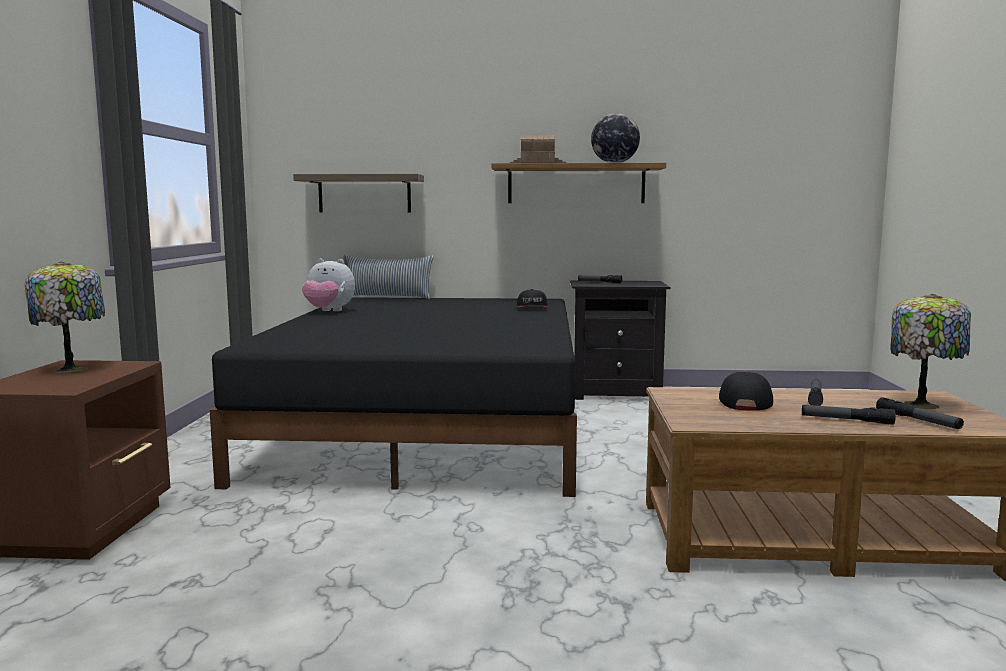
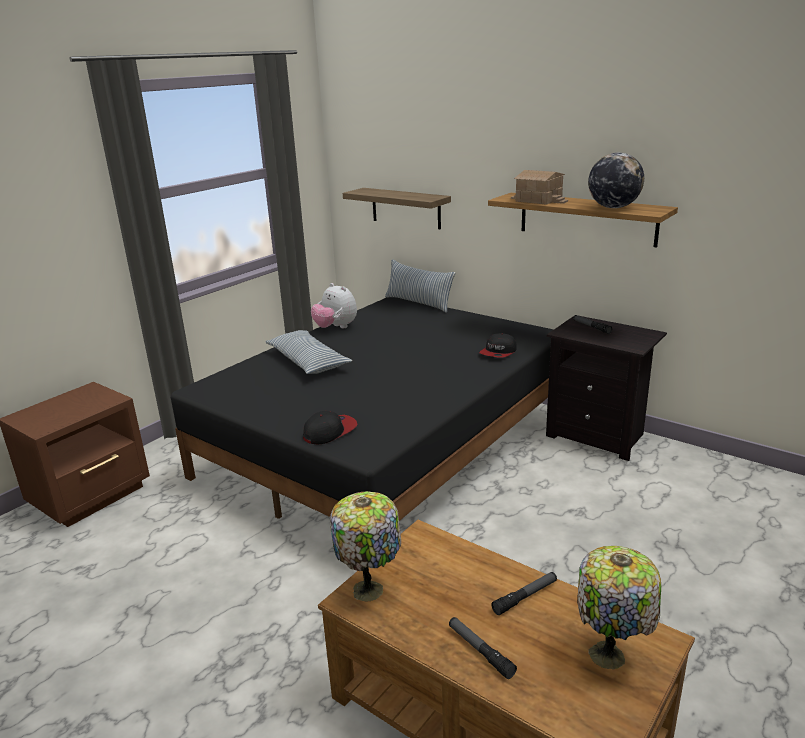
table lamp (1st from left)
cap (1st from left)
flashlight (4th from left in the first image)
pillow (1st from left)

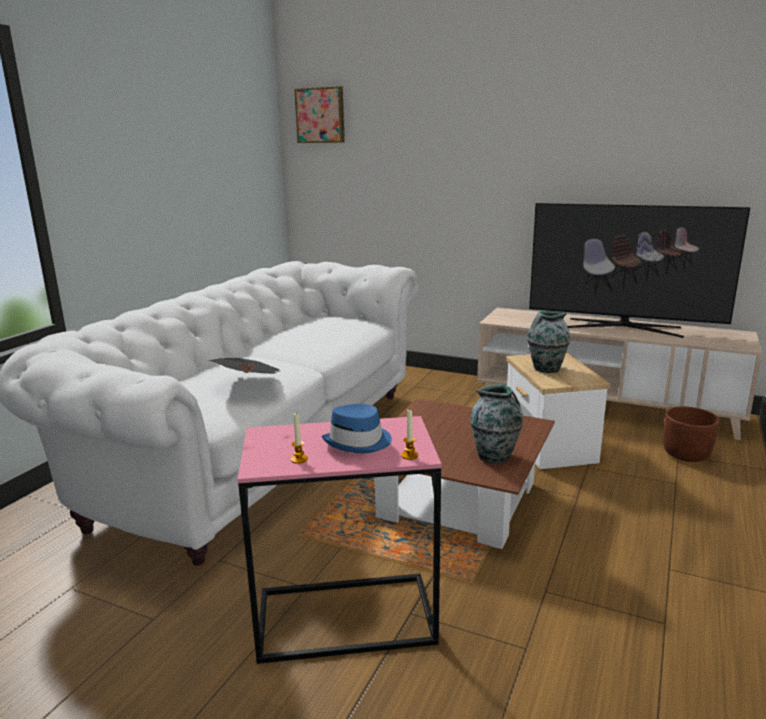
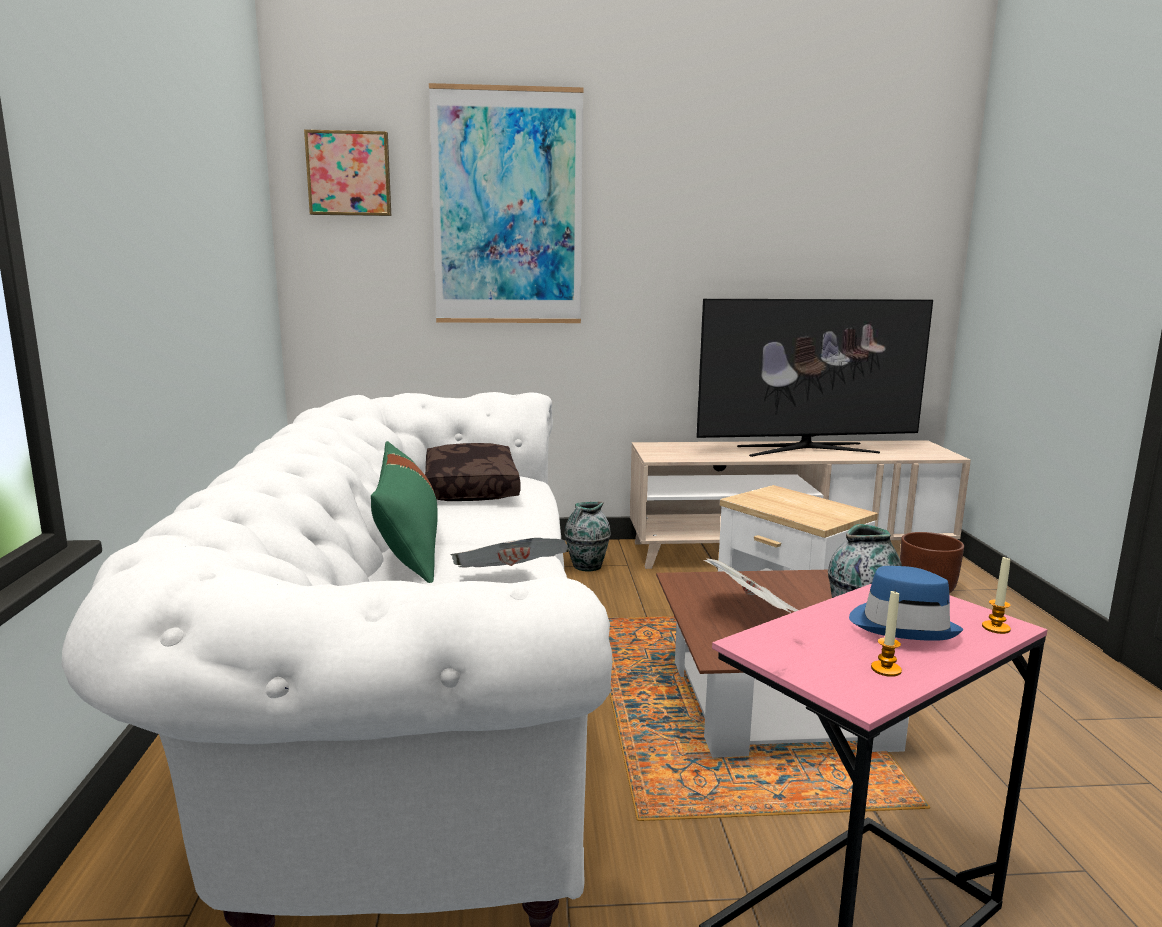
vase (1st from left)
picture (2nd from left)
pillow (green)
pillow (brown)
newspaper (2nd from left)

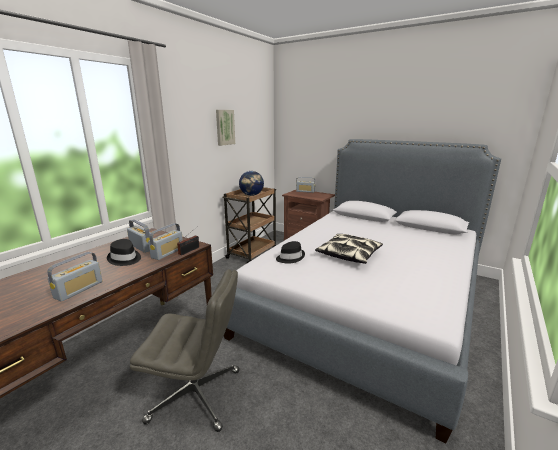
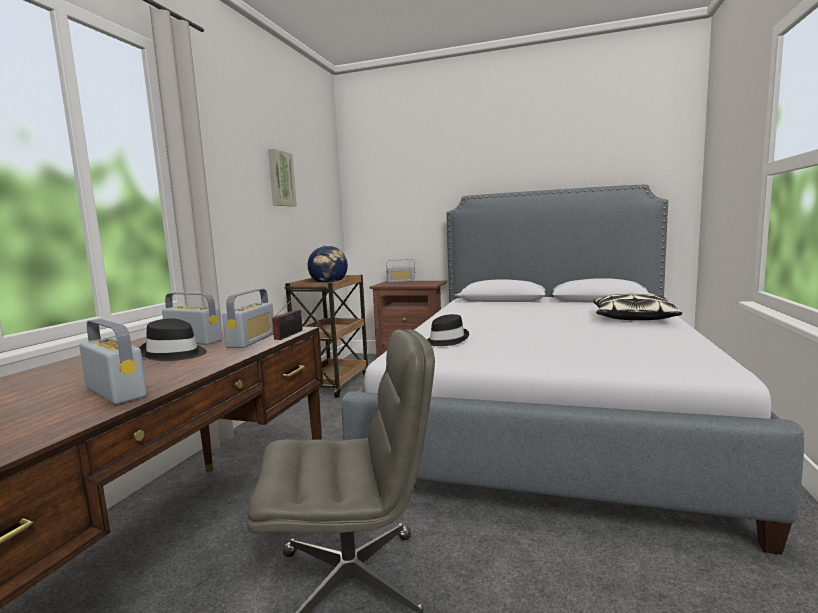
pillow
radio (1st from left)

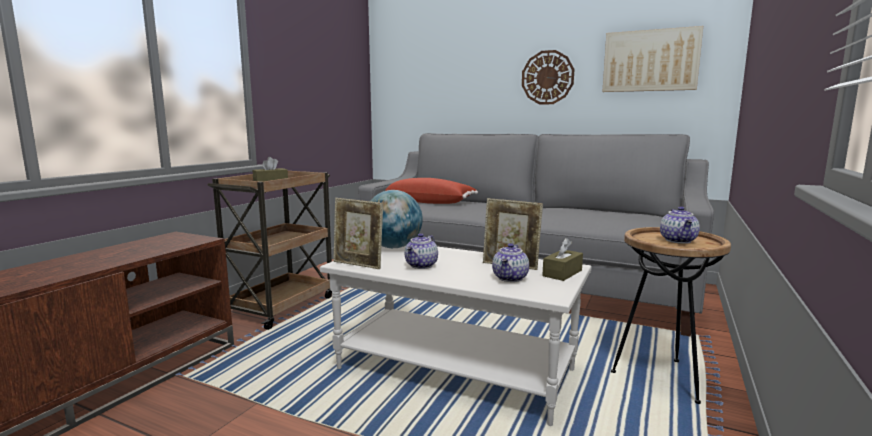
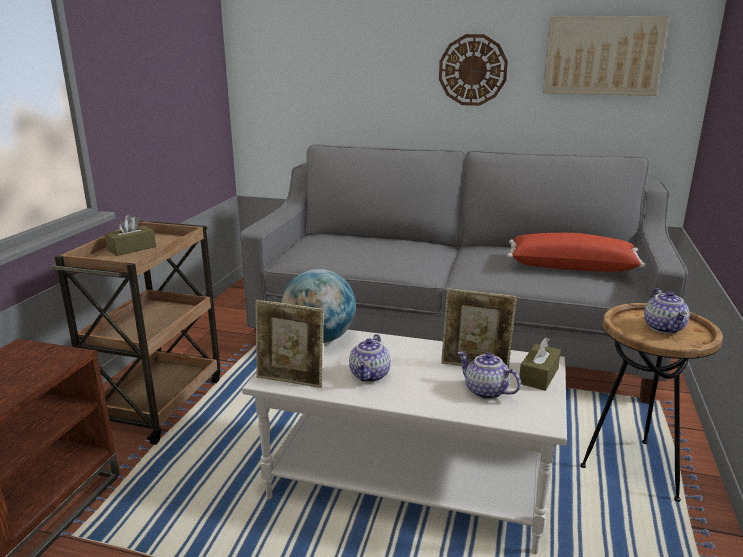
pillow (red)
teapot (2nd from left)

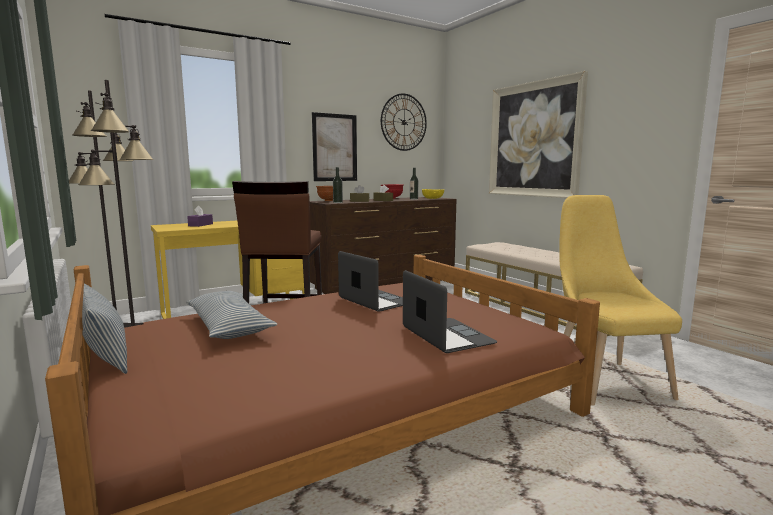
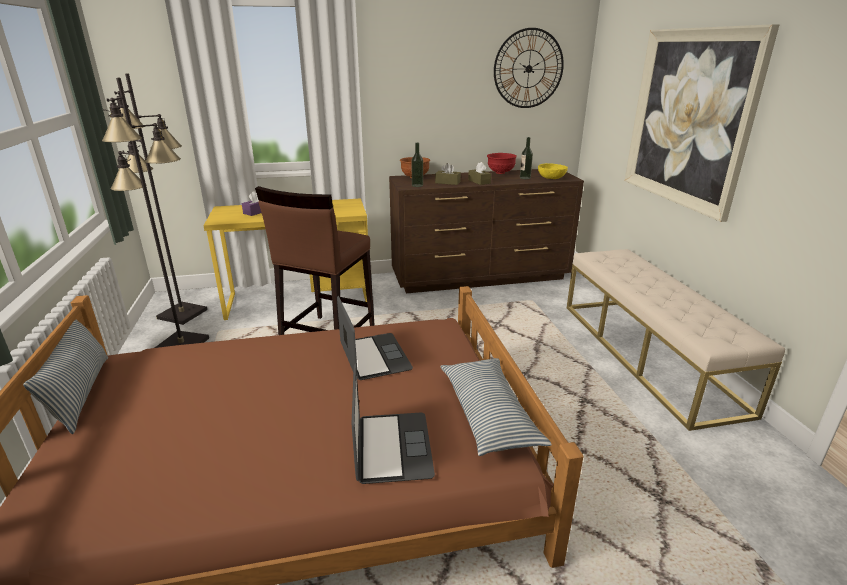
picture (1st from left in the first image)
chair (yellow)
pillow (2nd from left)

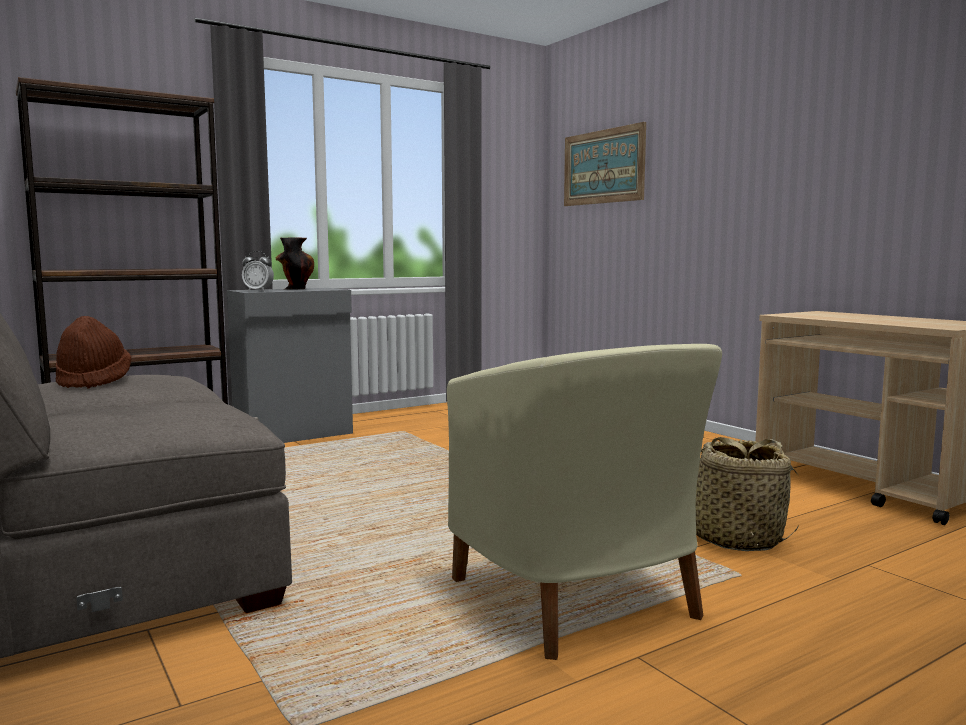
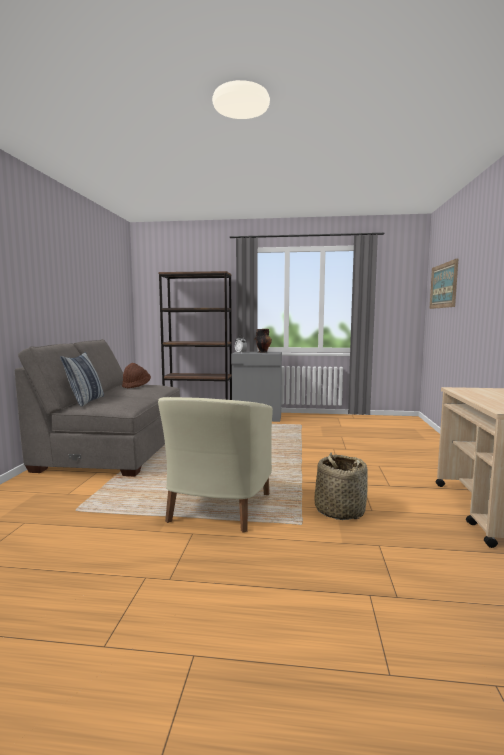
pillow

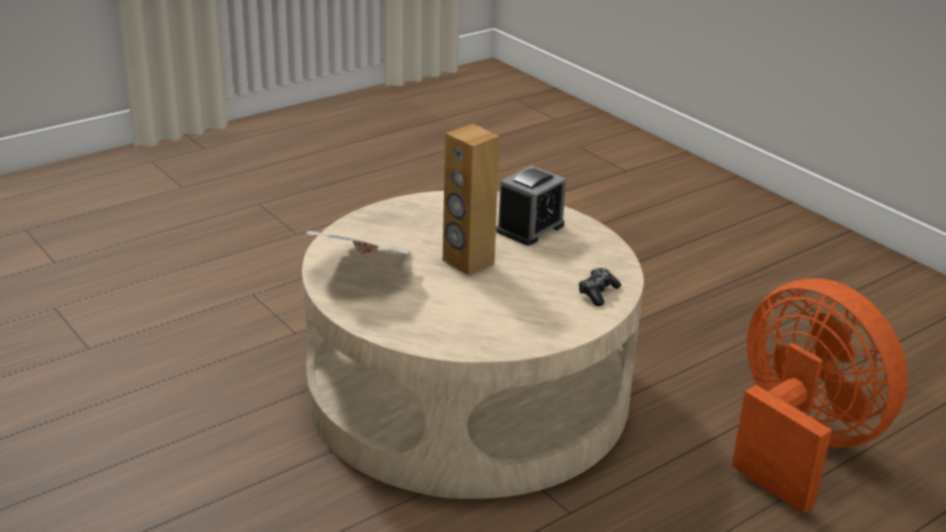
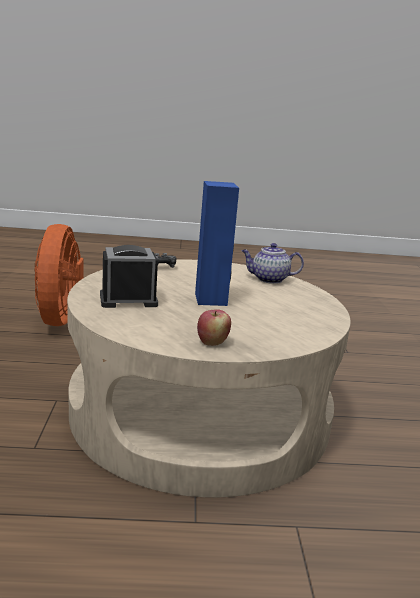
speaker (blue)
newspaper
teapot
apple

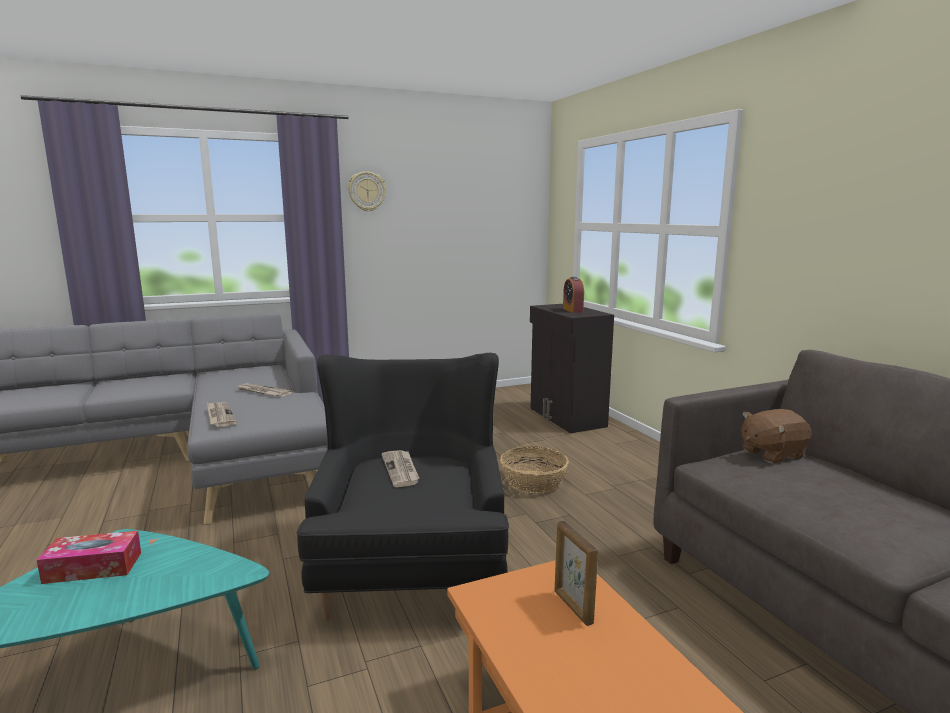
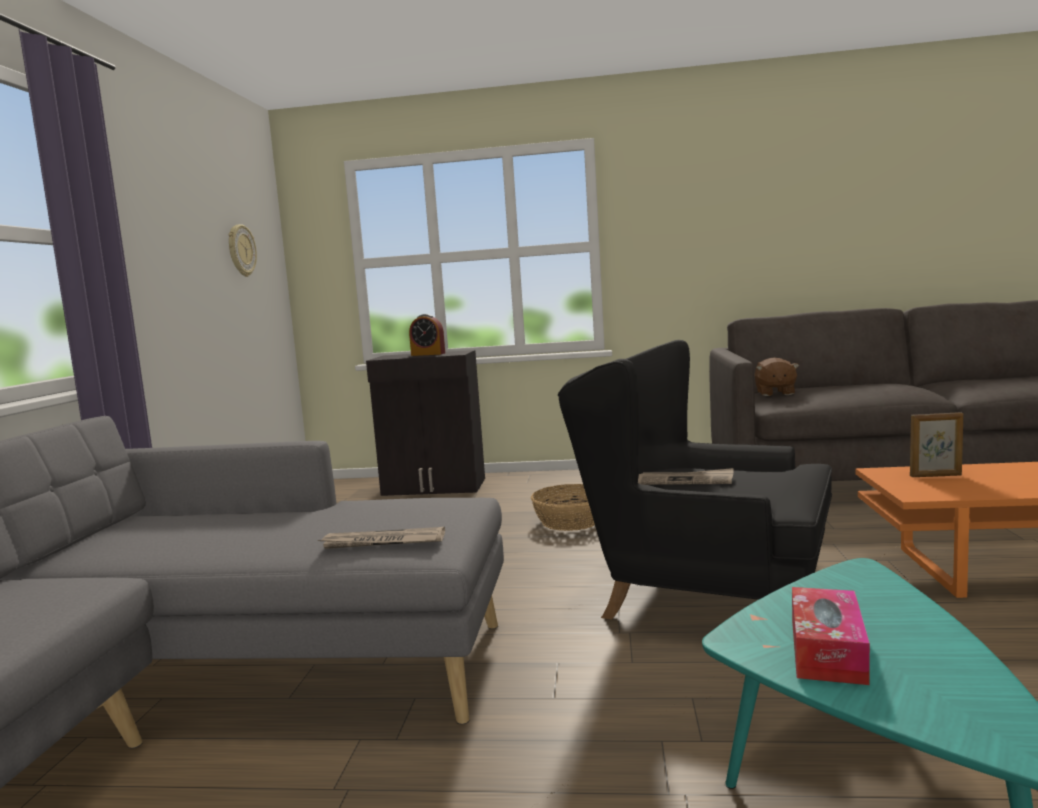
wall clock
newspaper (2nd from left in the first image)

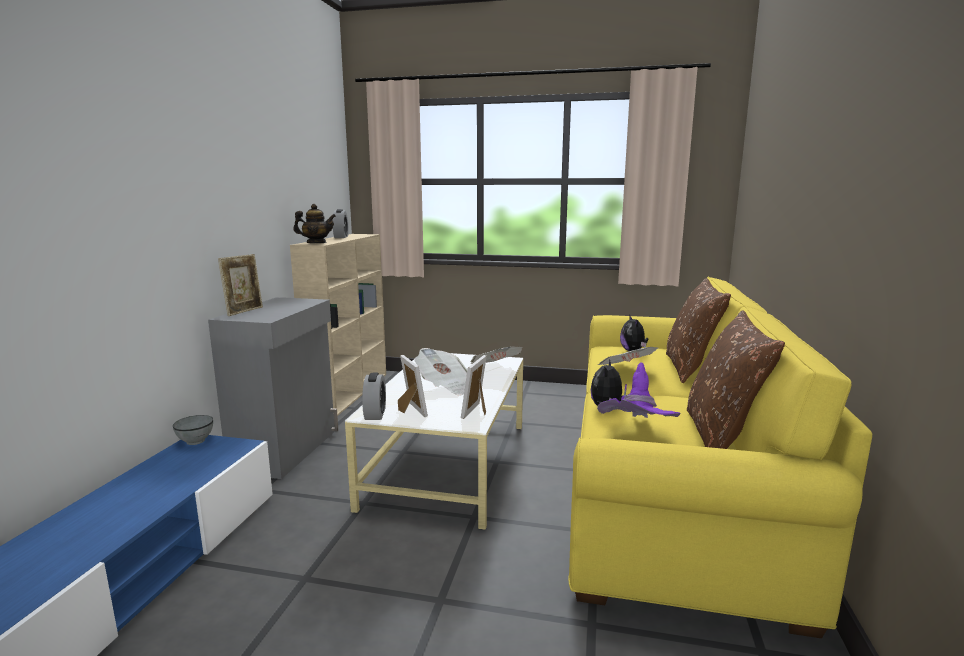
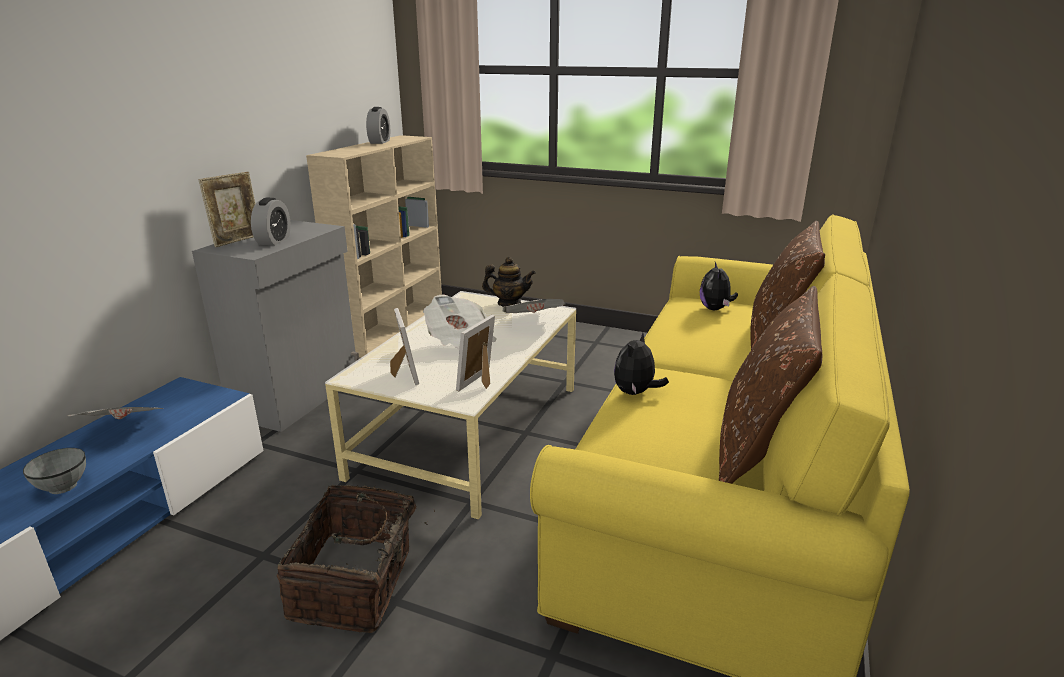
teapot
newspaper (1st from left)
hat (purple)
alarm clock (1st from left)
bowl (grey)
basket

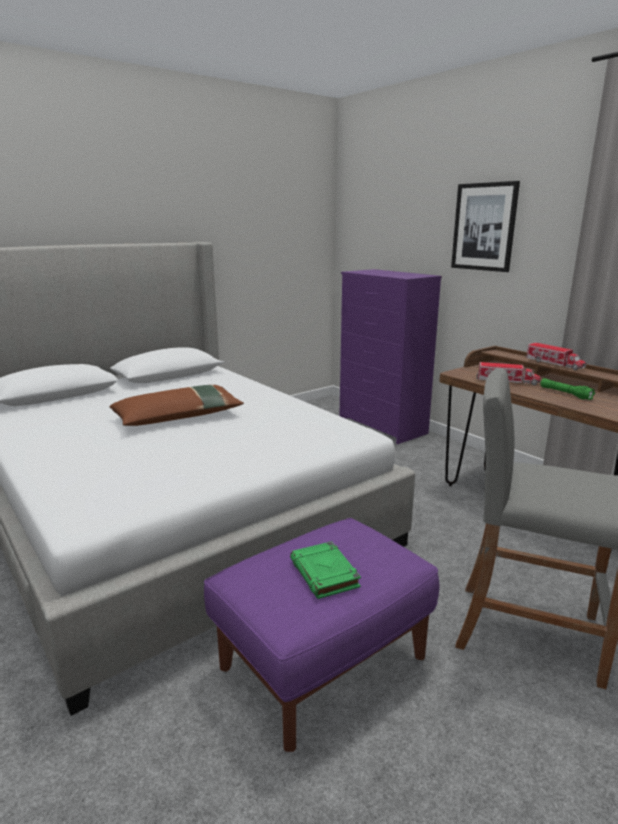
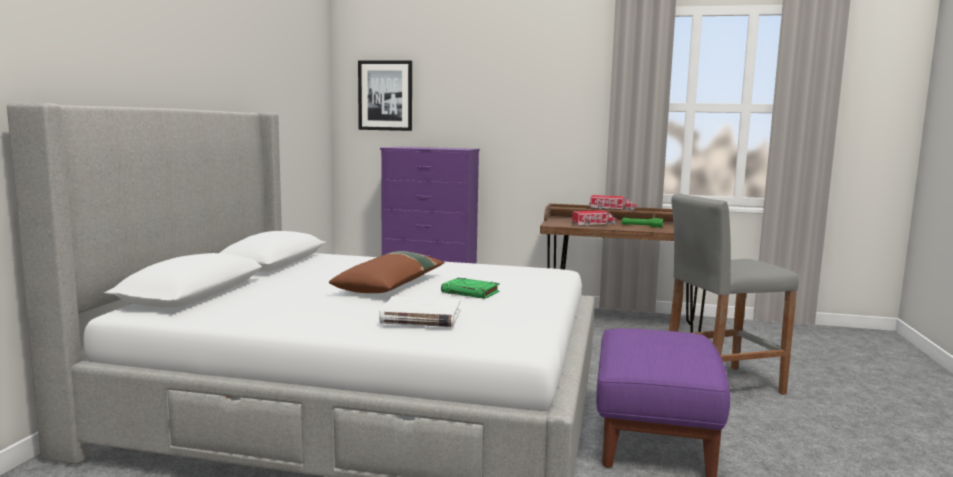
picture
book (green)
book (white)

